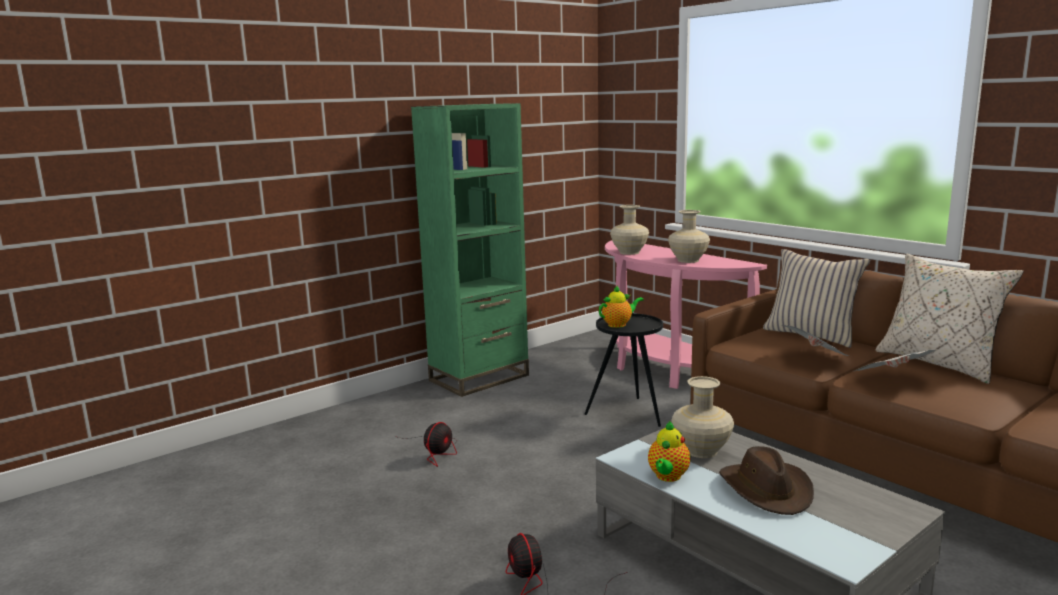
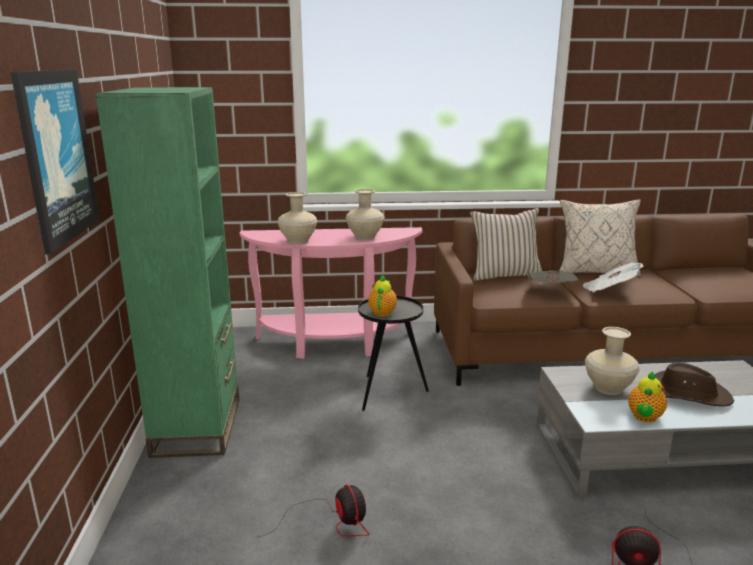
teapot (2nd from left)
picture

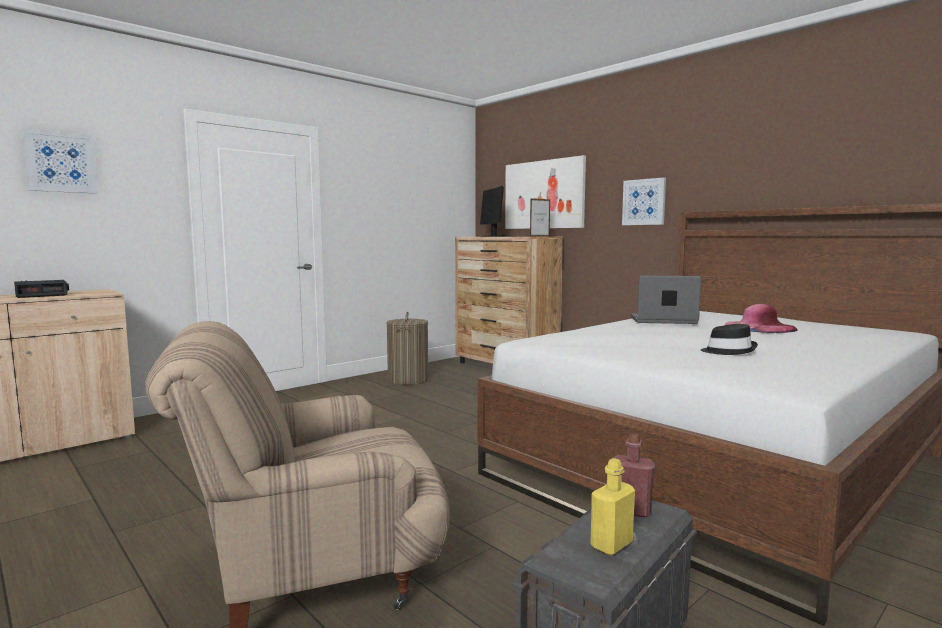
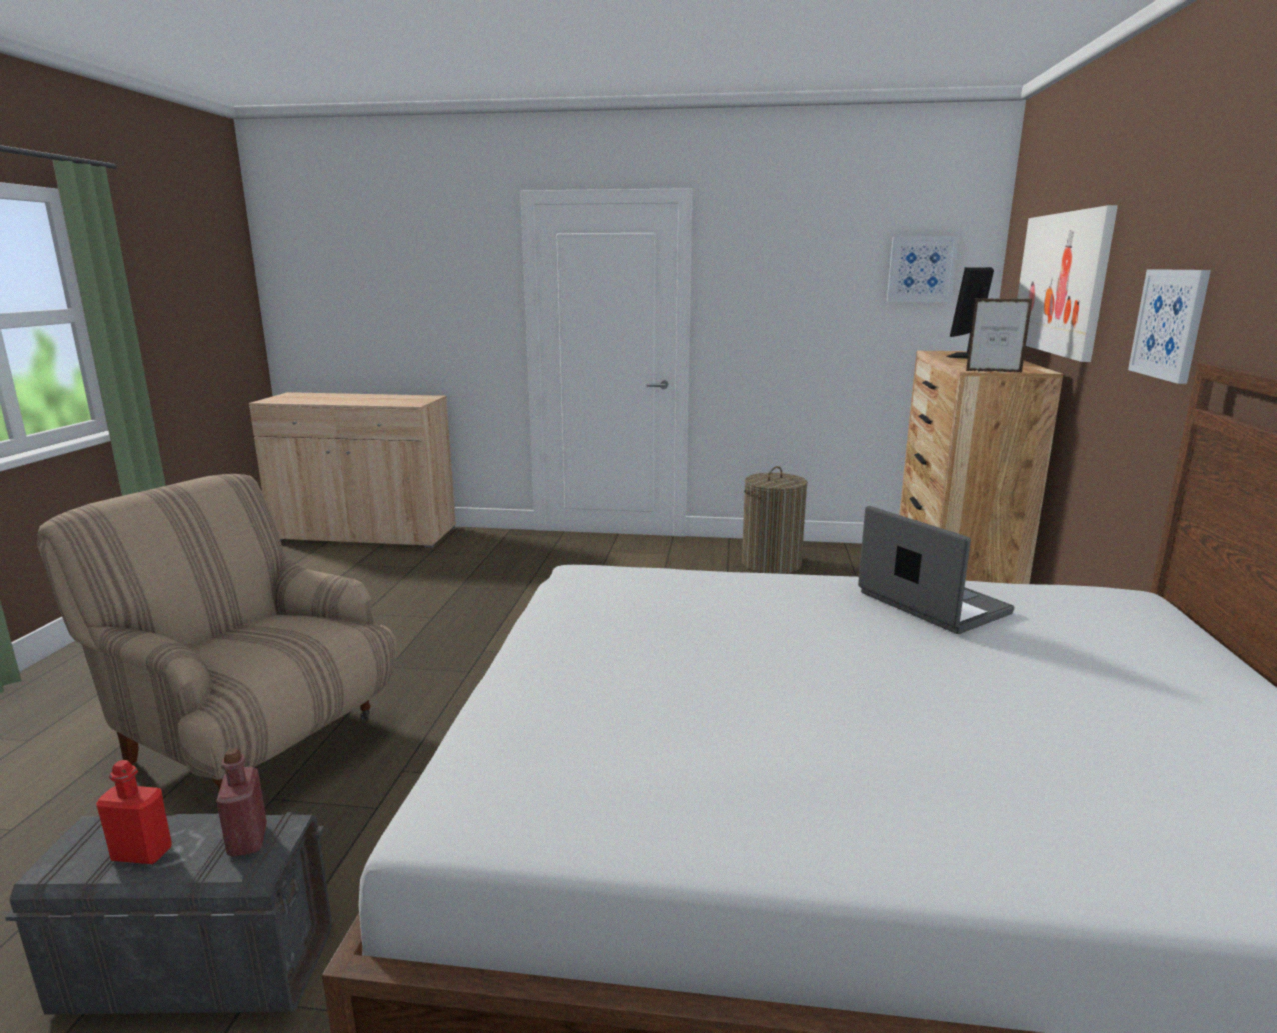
picture (1st from left)
alarm clock
hat (pink)
hat (black)
bottle (red) (1st from left)

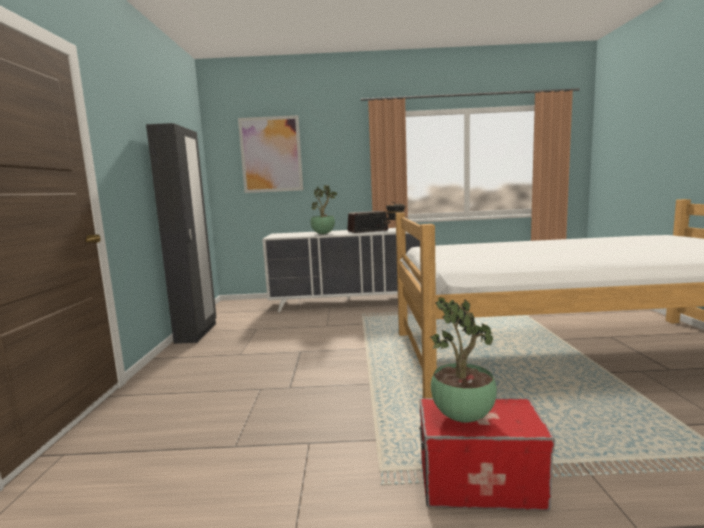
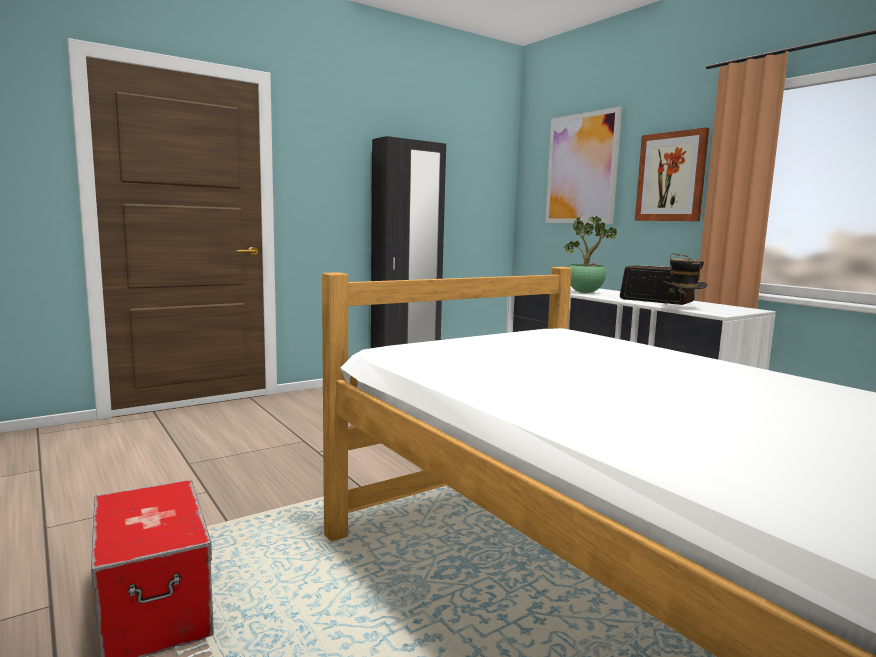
potted plant (2nd from left in the first image)
picture (2nd from left)

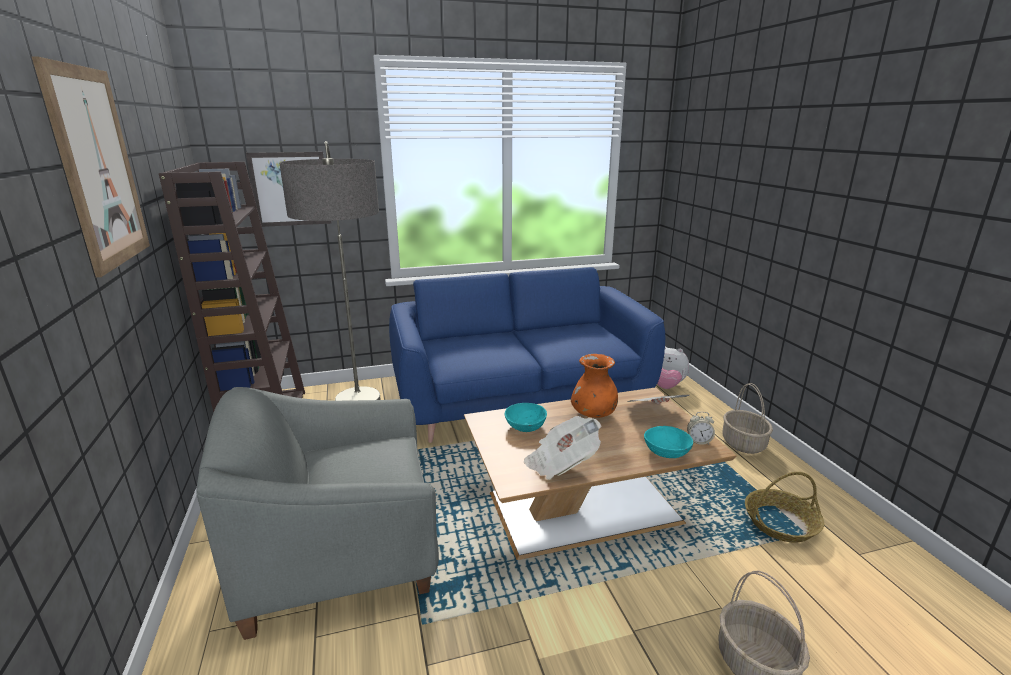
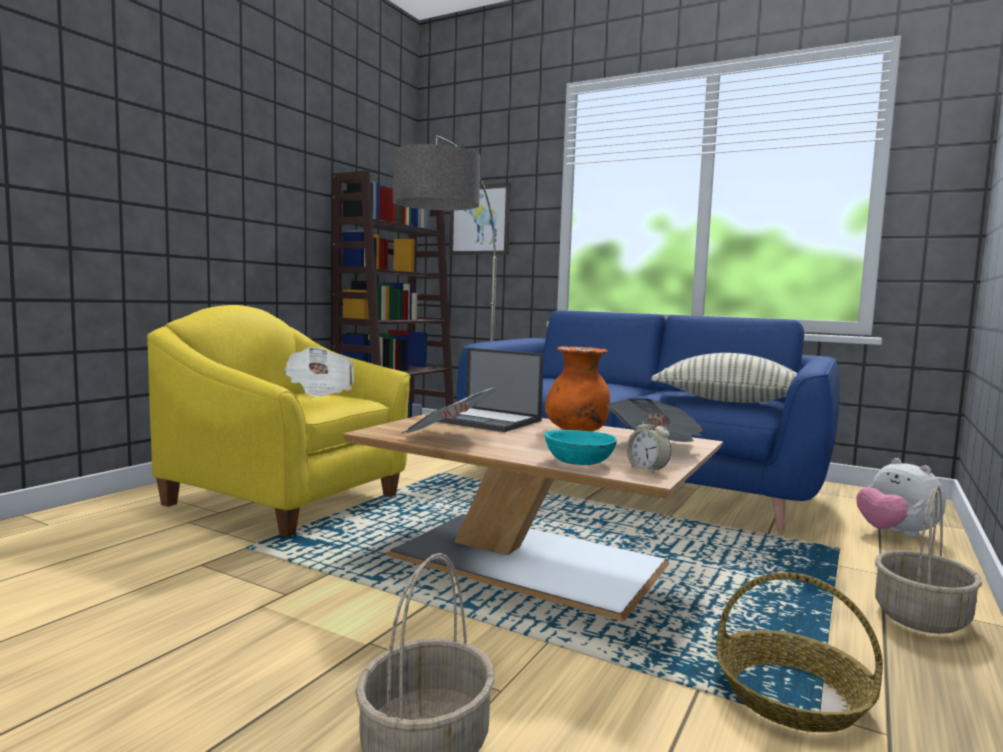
picture (1st from left in the first image)
armchair (yellow)
laptop
newspaper (1st from left)
pillow

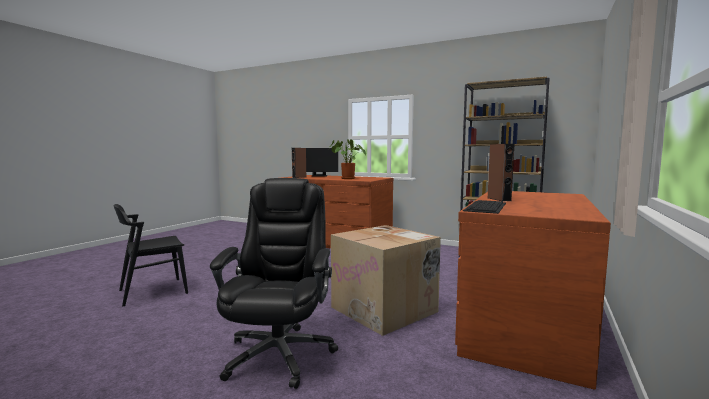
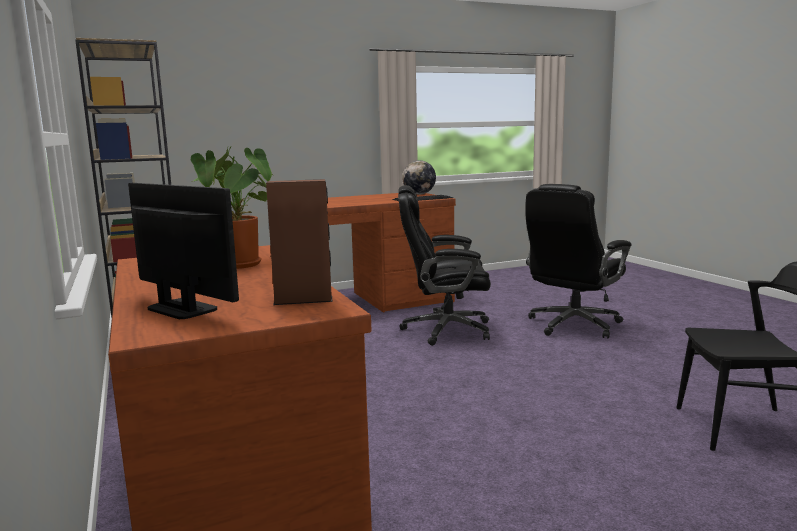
speaker (brown) (2nd from left in the first image)
office chair (black) (1st from left)
globe

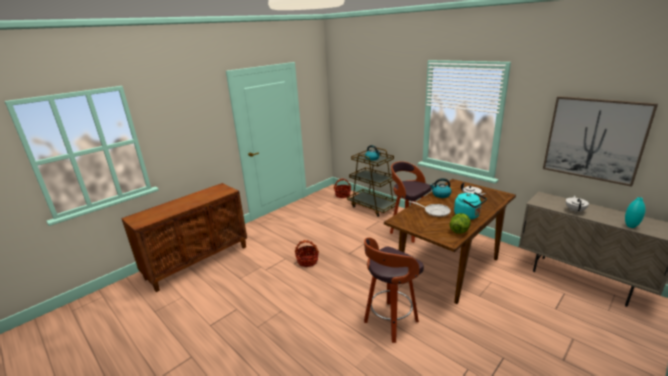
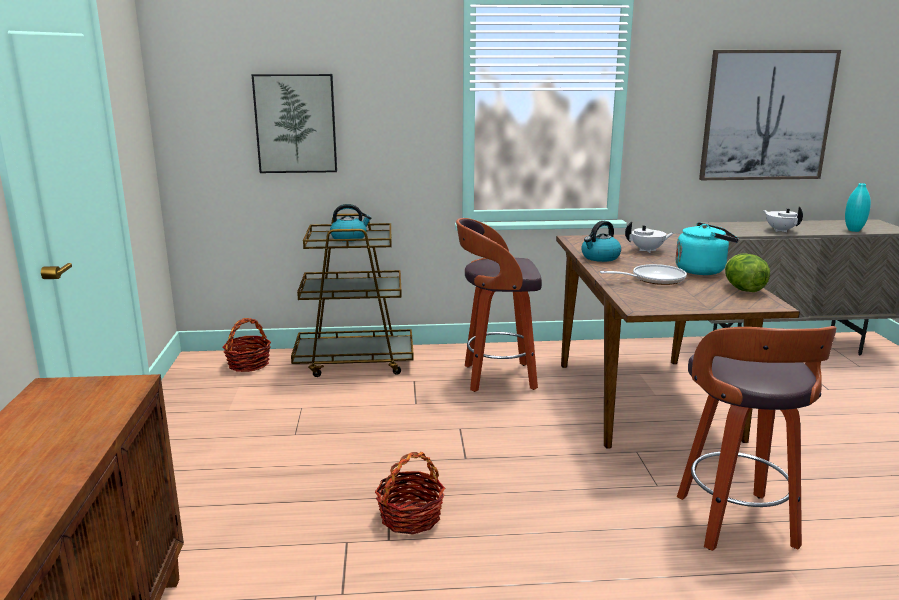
picture (1st from left)

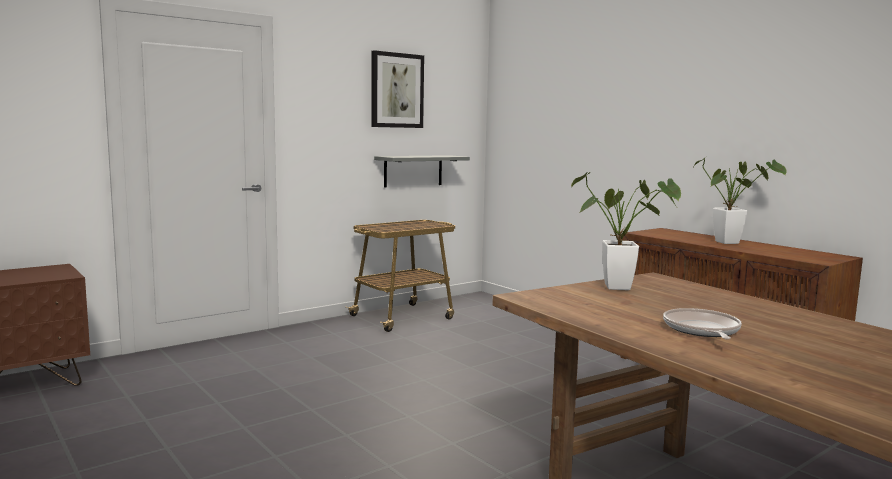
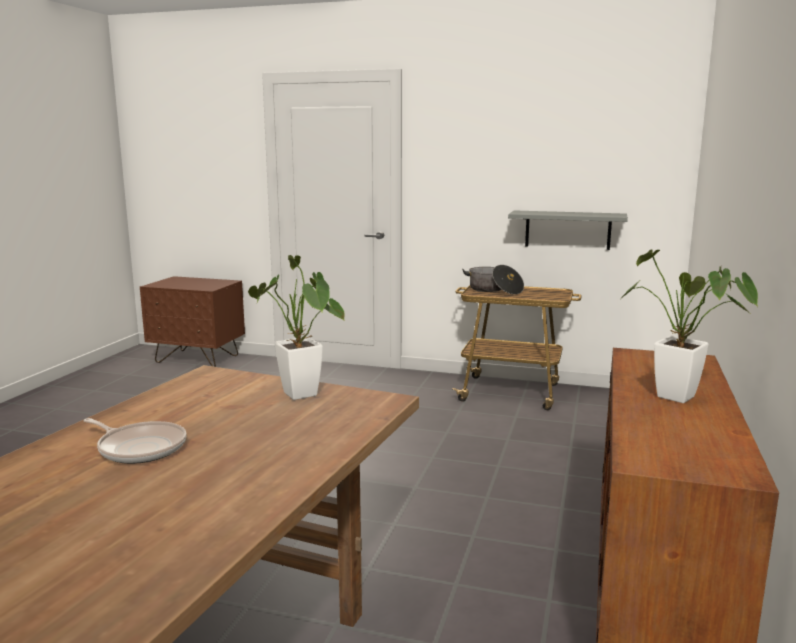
picture
frying pan
cooking pot

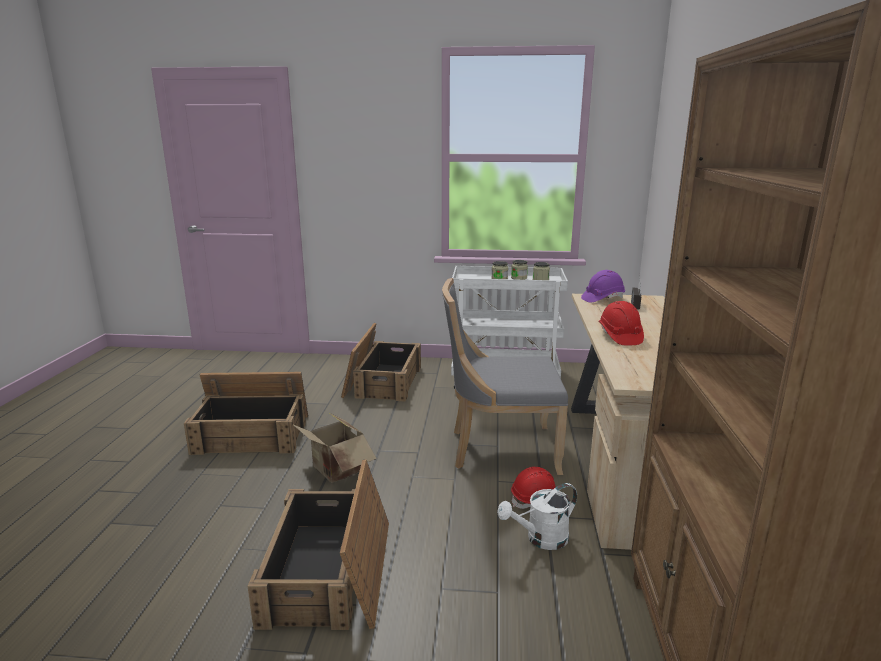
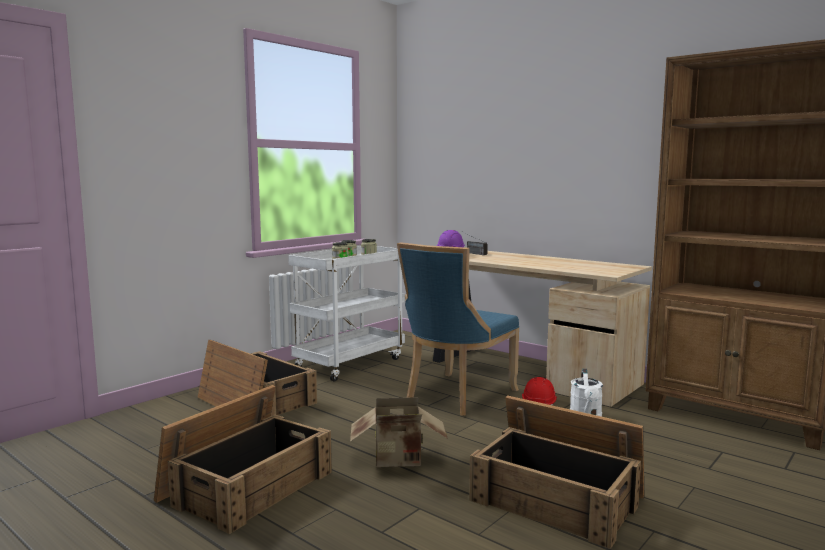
chair (blue)
hard hat (red) (2nd from left in the first image)

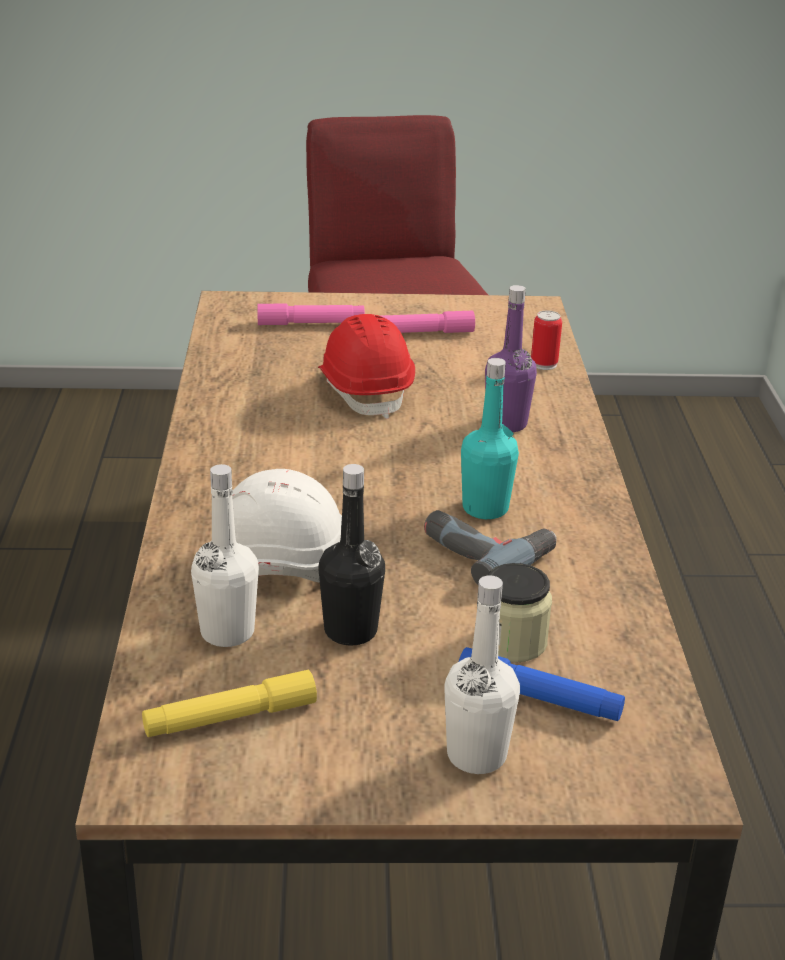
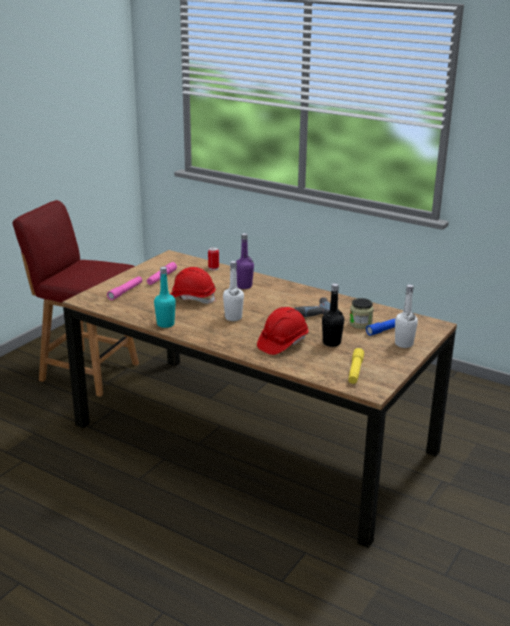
bottle (turquoise)
bottle (white) (1st from left)
hard hat (red) (2nd from left)

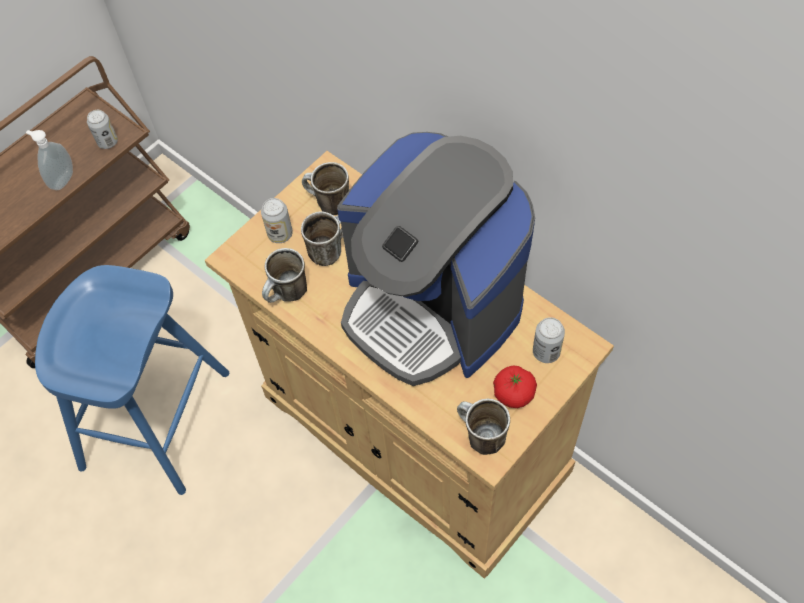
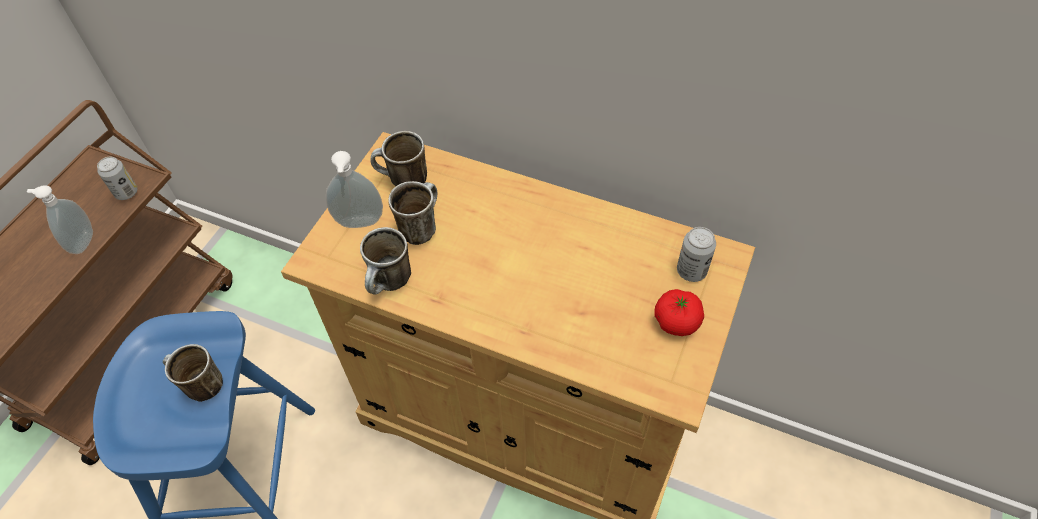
coffee machine
soap dispenser (2nd from left)
mug (1st from left)

